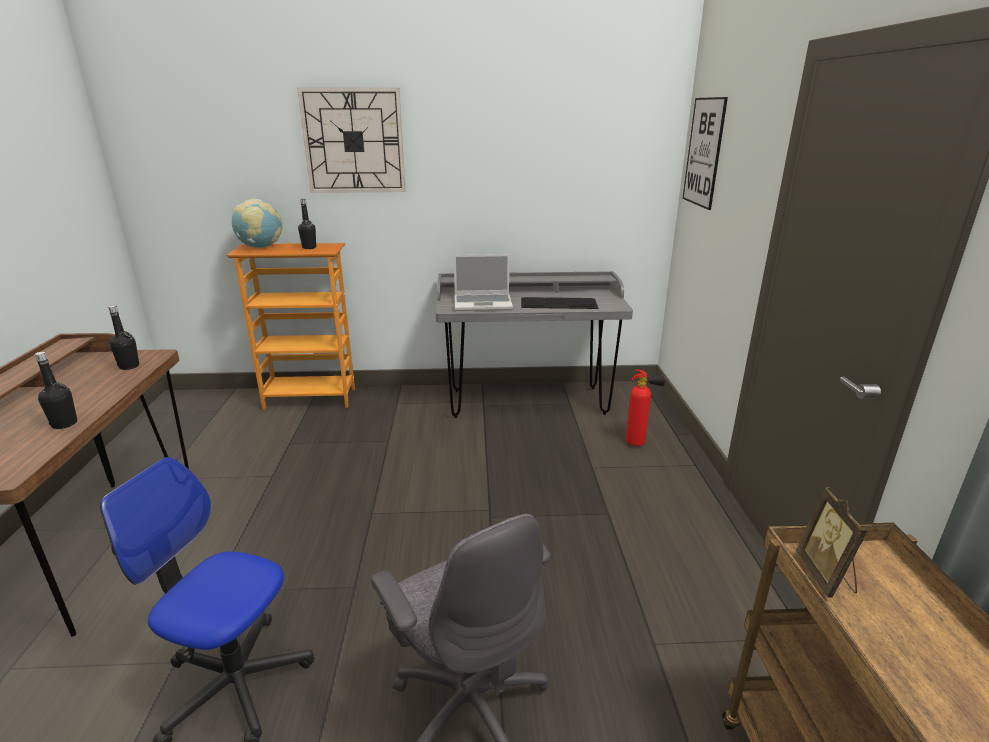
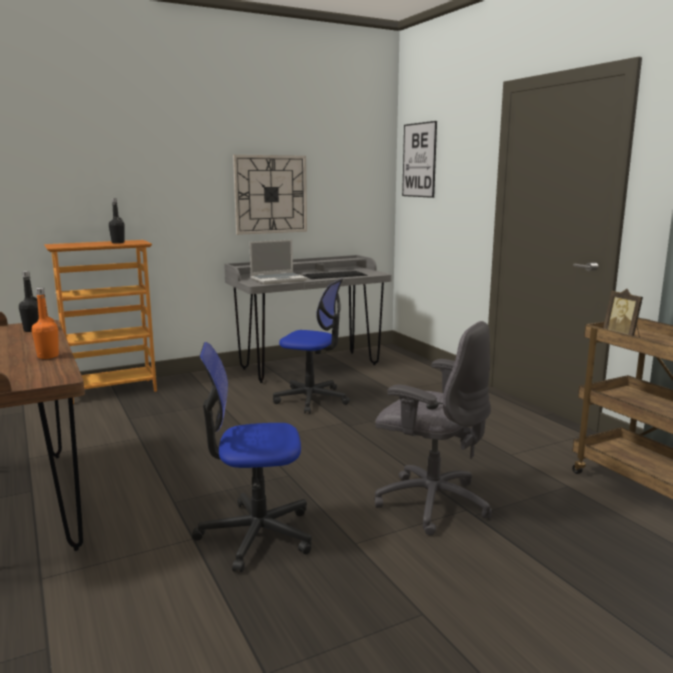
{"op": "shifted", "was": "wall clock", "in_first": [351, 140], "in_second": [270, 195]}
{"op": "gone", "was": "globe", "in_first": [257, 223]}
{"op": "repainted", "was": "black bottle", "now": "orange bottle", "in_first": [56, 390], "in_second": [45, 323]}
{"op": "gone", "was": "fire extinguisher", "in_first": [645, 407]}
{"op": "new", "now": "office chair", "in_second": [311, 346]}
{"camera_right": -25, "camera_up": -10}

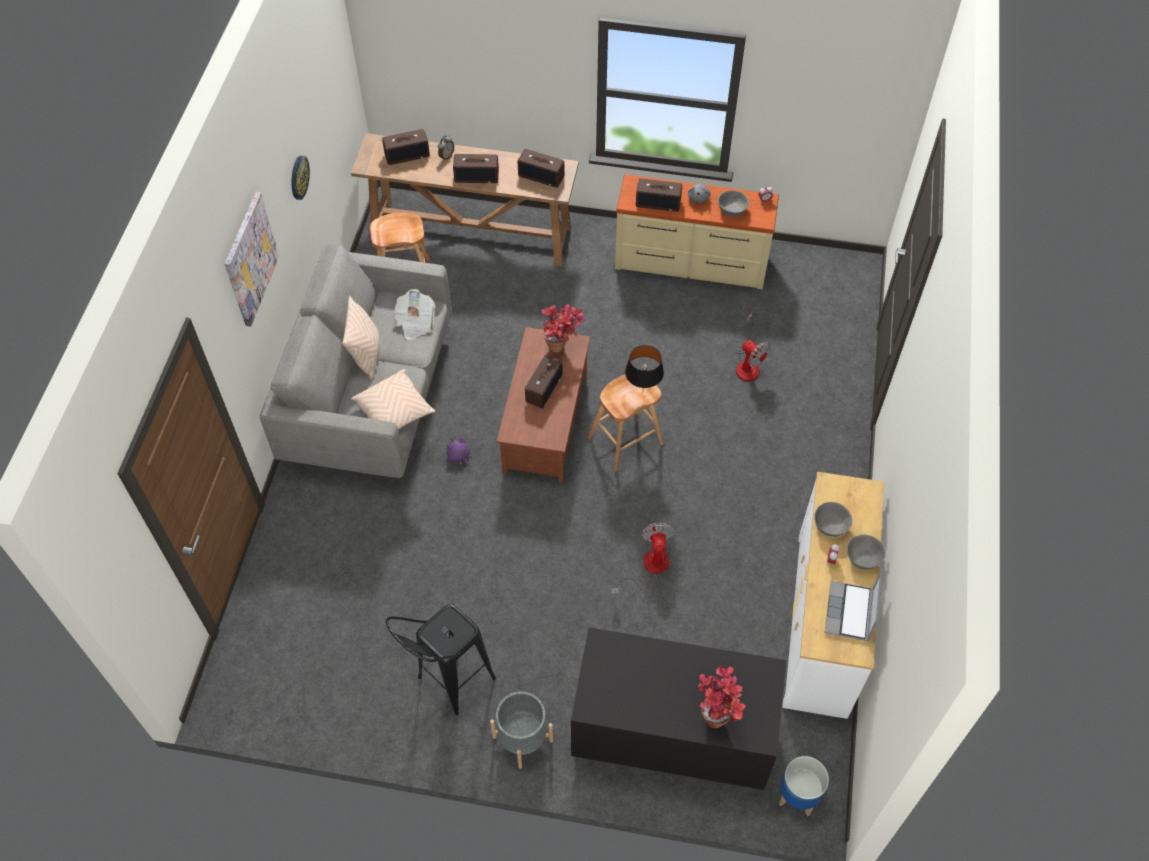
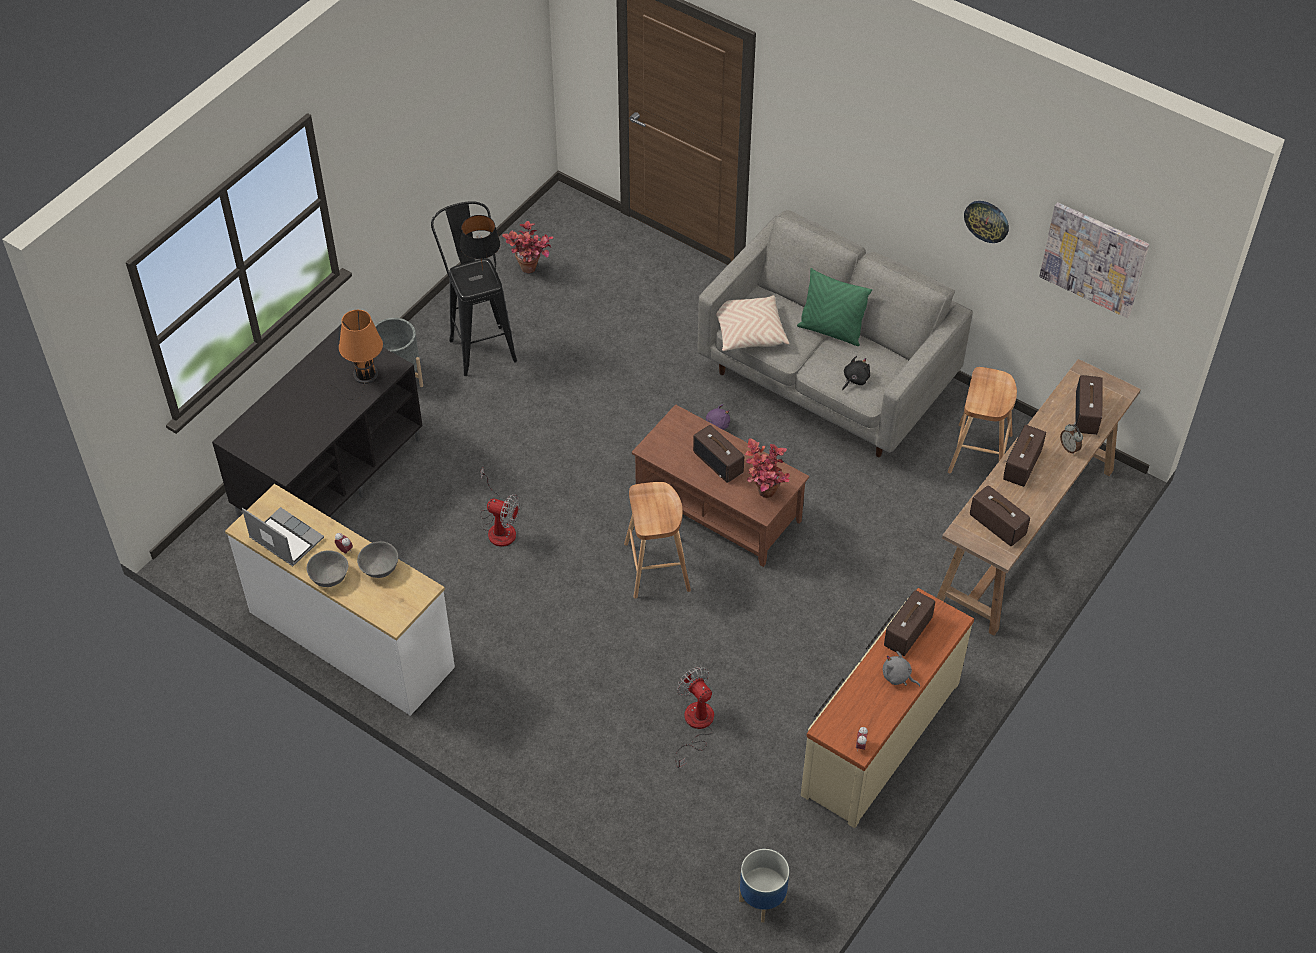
{"op": "rotated", "was": "radio", "in_first": [541, 168], "in_second": [1000, 515], "clockwise": 90}
{"op": "gone", "was": "grey bowl", "in_first": [733, 203]}
{"op": "shifted", "was": "picture", "in_first": [251, 259], "in_second": [1094, 260]}
{"op": "swapped", "was": "newspaper", "now": "black plush toy", "in_first": [414, 314], "in_second": [856, 373]}
{"op": "repainted", "was": "beige pillow", "now": "green pillow", "in_first": [361, 338], "in_second": [834, 307]}
{"op": "rotated", "was": "fan", "in_first": [752, 347], "in_second": [694, 717], "clockwise": 75}
{"op": "shifted", "was": "black table lamp", "in_first": [644, 366], "in_second": [480, 243]}
{"op": "shifted", "was": "potted plant", "in_first": [722, 696], "in_second": [528, 247]}
{"op": "shifted", "was": "planter", "in_first": [804, 786], "in_second": [764, 886]}
{"op": "new", "now": "orange table lamp", "in_second": [355, 355]}
{"camera_right": 115, "camera_up": -5}

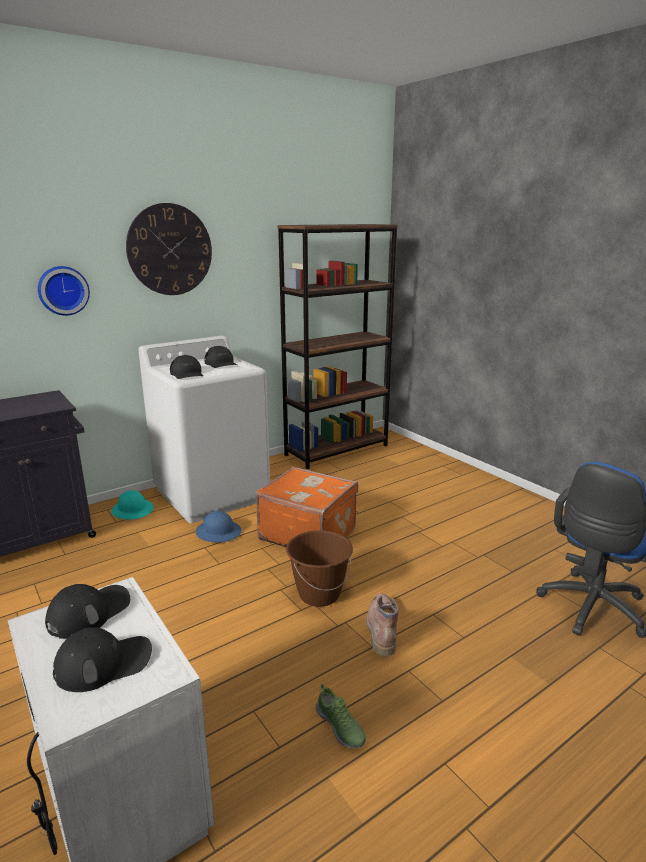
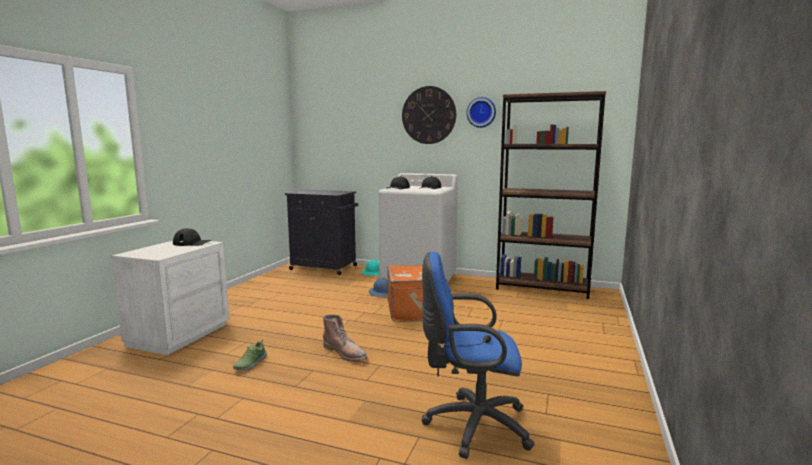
{"op": "shifted", "was": "wall clock", "in_first": [64, 291], "in_second": [481, 112]}
{"op": "gone", "was": "brown bucket", "in_first": [319, 568]}
{"op": "rotated", "was": "brown boot", "in_first": [382, 625], "in_second": [345, 338], "clockwise": 75}
{"op": "gone", "was": "black cap", "in_first": [102, 659]}
{"camera_right": 55, "camera_up": -10}

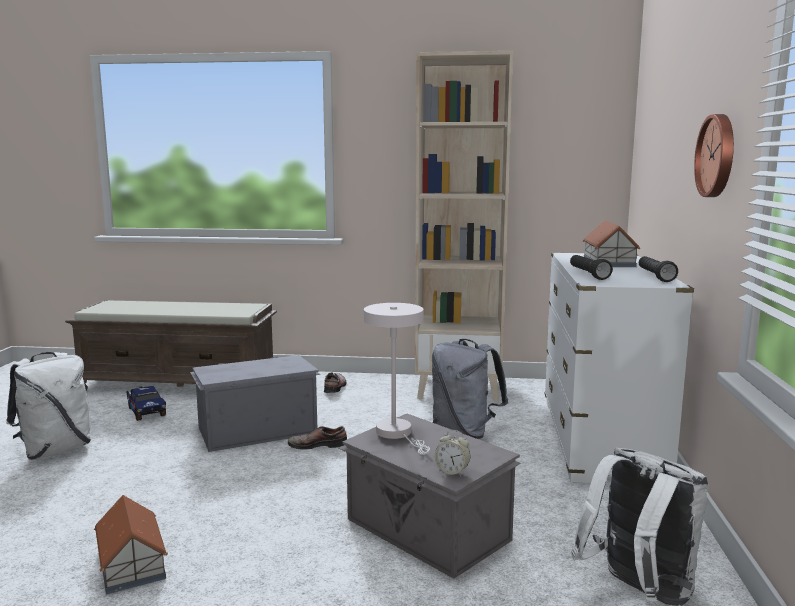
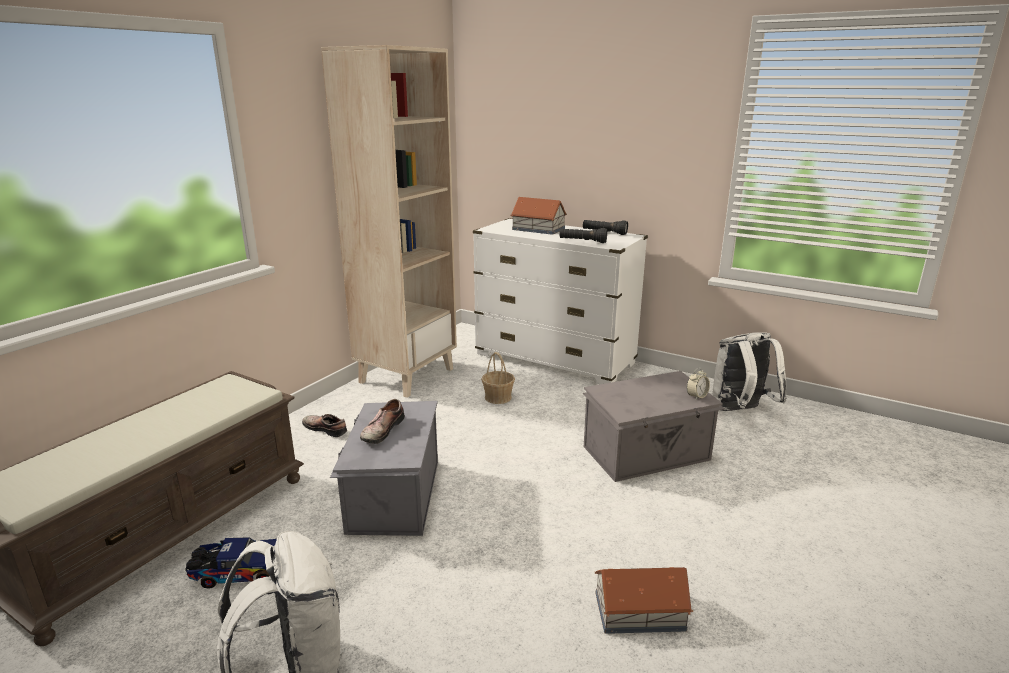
{"op": "gone", "was": "wall clock", "in_first": [714, 155]}
{"op": "gone", "was": "white table lamp", "in_first": [397, 379]}
{"op": "swapped", "was": "grey backpack", "now": "basket", "in_first": [470, 389], "in_second": [498, 378]}
{"op": "shifted", "was": "shoe", "in_first": [317, 437], "in_second": [382, 421]}
{"camera_right": -65, "camera_up": 10}

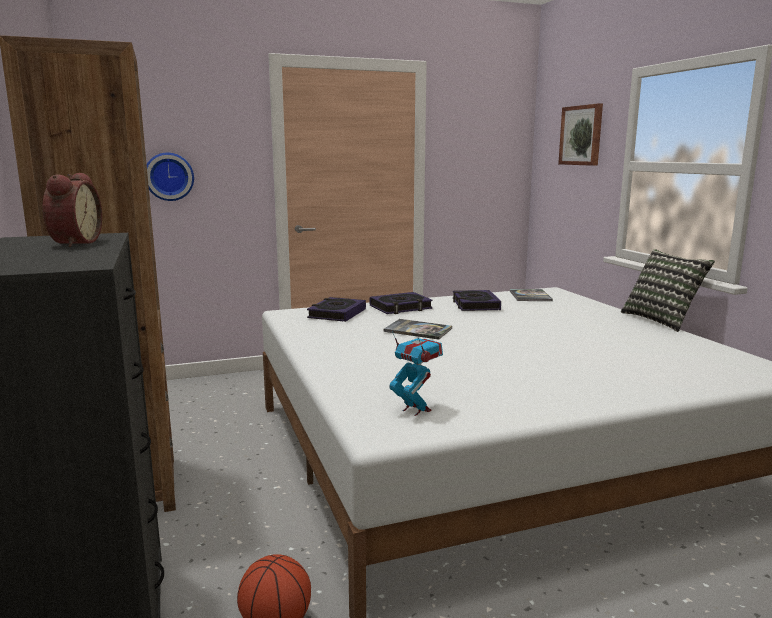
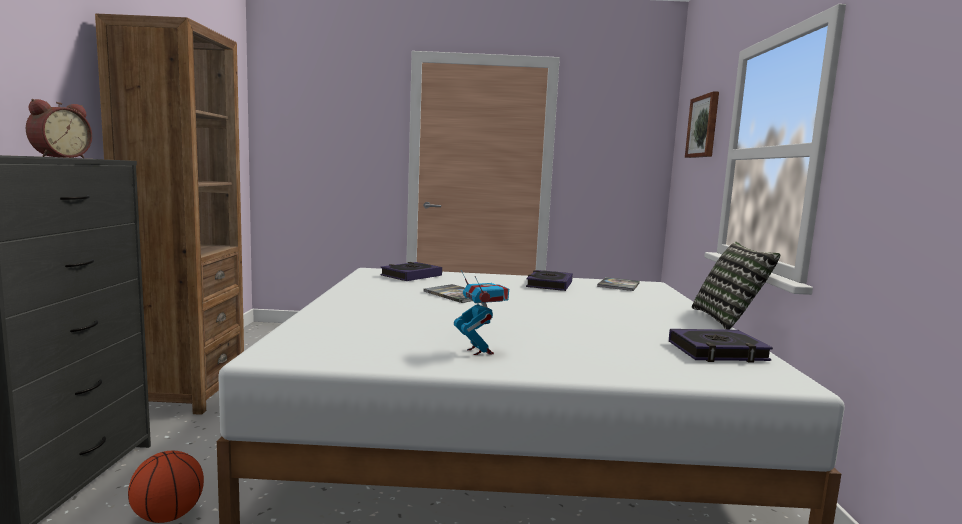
{"op": "gone", "was": "wall clock", "in_first": [170, 177]}
{"op": "shifted", "was": "book", "in_first": [401, 303], "in_second": [721, 345]}
{"op": "shifted", "was": "toy robot", "in_first": [416, 373], "in_second": [481, 312]}
{"camera_right": 20, "camera_up": -5}

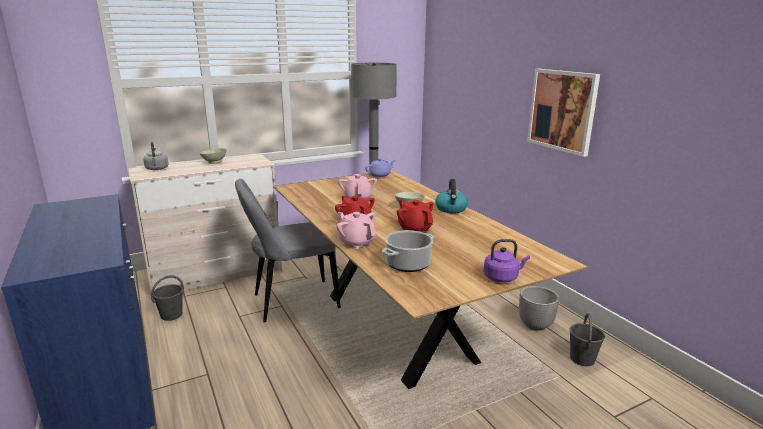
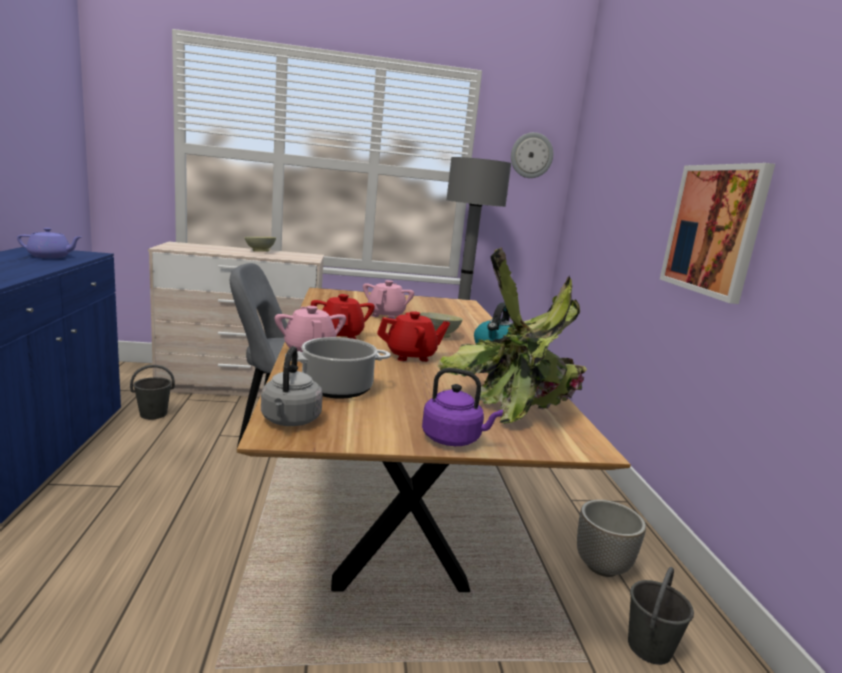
{"op": "shifted", "was": "grey kettle", "in_first": [156, 155], "in_second": [292, 386]}
{"op": "shifted", "was": "purple teapot", "in_first": [380, 167], "in_second": [49, 243]}
{"op": "rotated", "was": "red teapot", "in_first": [415, 215], "in_second": [413, 336], "clockwise": 90}
{"op": "new", "now": "wall clock", "in_second": [532, 155]}
{"op": "new", "now": "potted plant", "in_second": [512, 336]}
{"camera_right": 20, "camera_up": -5}

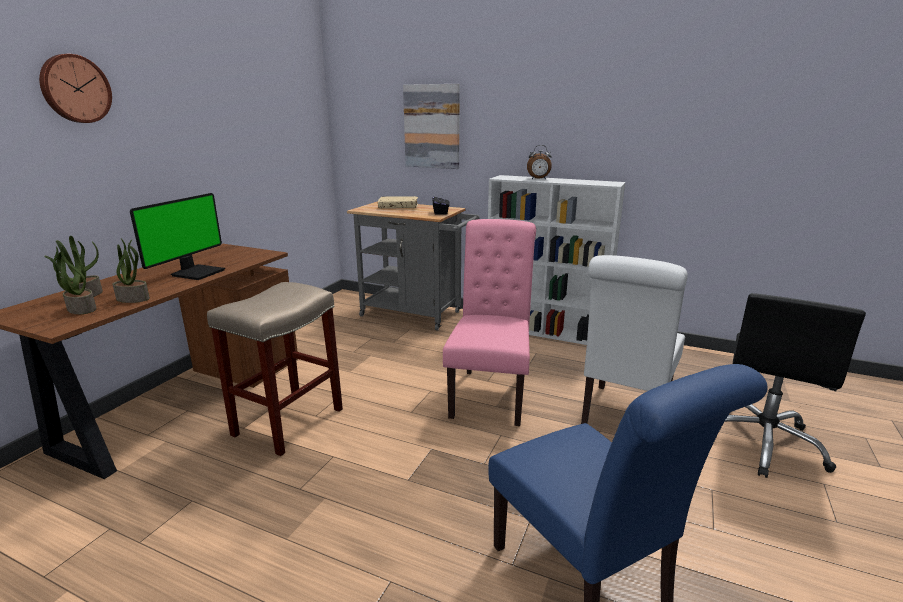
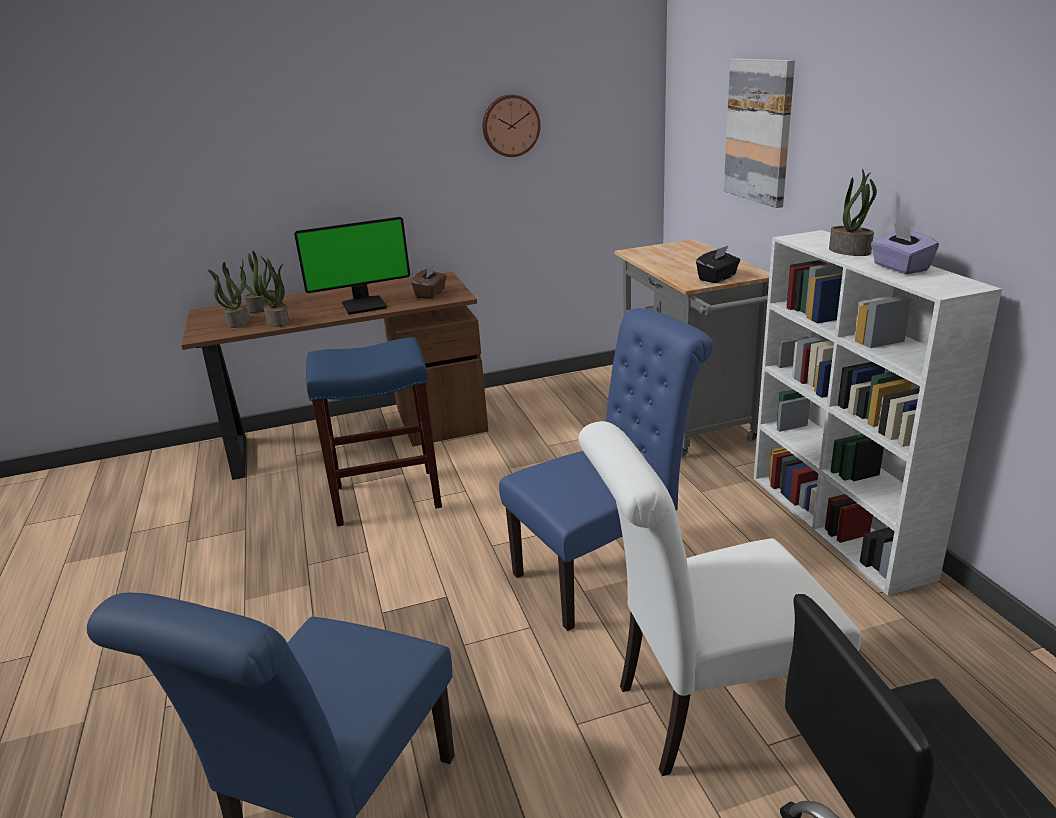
{"op": "shifted", "was": "wall clock", "in_first": [75, 88], "in_second": [511, 126]}
{"op": "swapped", "was": "alarm clock", "now": "potted plant", "in_first": [539, 162], "in_second": [853, 212]}
{"op": "gone", "was": "beige book", "in_first": [398, 202]}
{"op": "repainted", "was": "pink chair", "now": "blue chair", "in_first": [489, 322], "in_second": [606, 469]}
{"op": "repainted", "was": "beige stool", "now": "blue stool", "in_first": [275, 369], "in_second": [374, 432]}
{"op": "new", "now": "purple tissue box", "in_second": [905, 248]}
{"op": "new", "now": "brown tissue box", "in_second": [429, 281]}
{"camera_right": 50, "camera_up": 5}

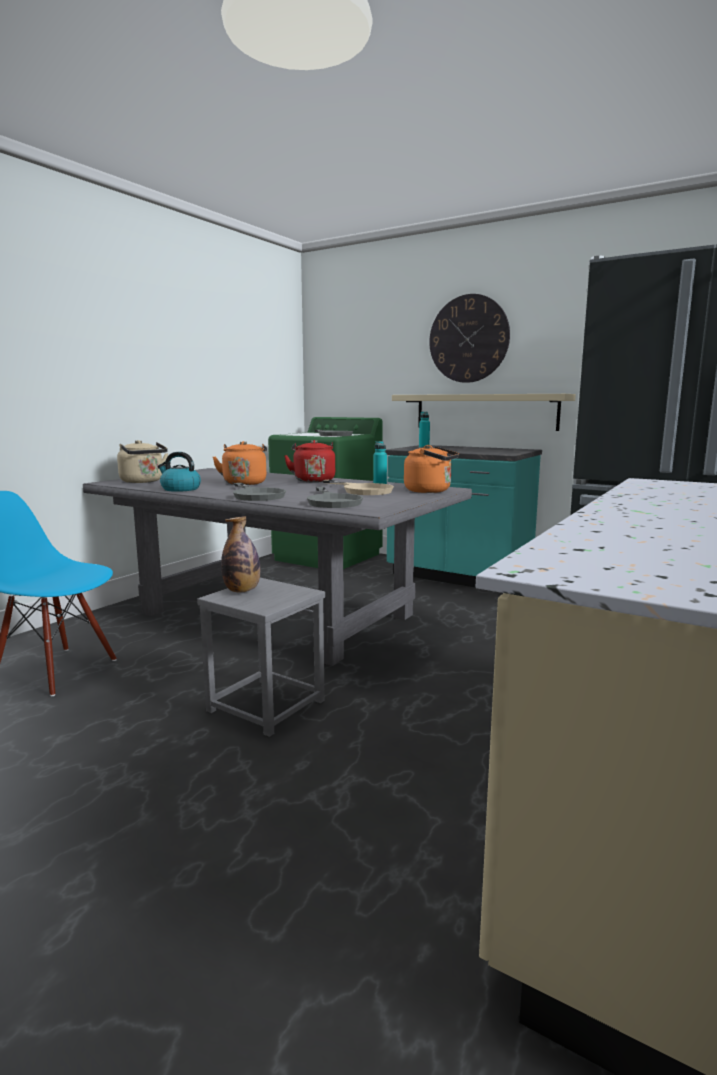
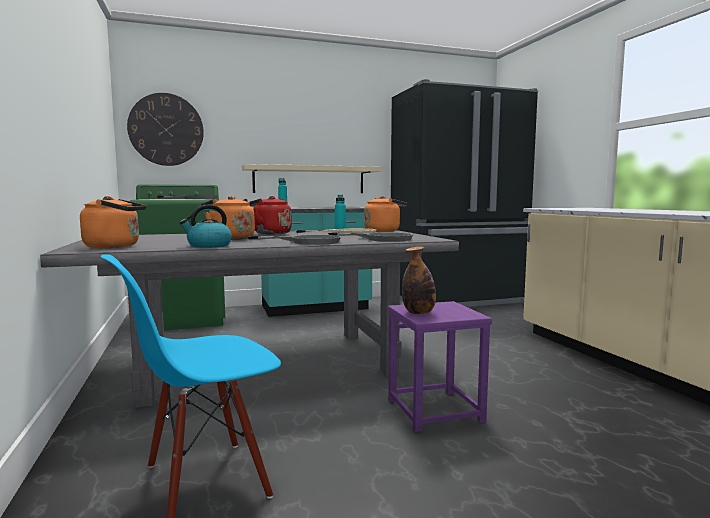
{"op": "shifted", "was": "wall clock", "in_first": [469, 338], "in_second": [165, 129]}
{"op": "repainted", "was": "beige kettle", "now": "orange kettle", "in_first": [142, 461], "in_second": [113, 222]}
{"op": "repainted", "was": "grey stool", "now": "purple stool", "in_first": [261, 657], "in_second": [440, 366]}
{"camera_right": -50, "camera_up": -5}

